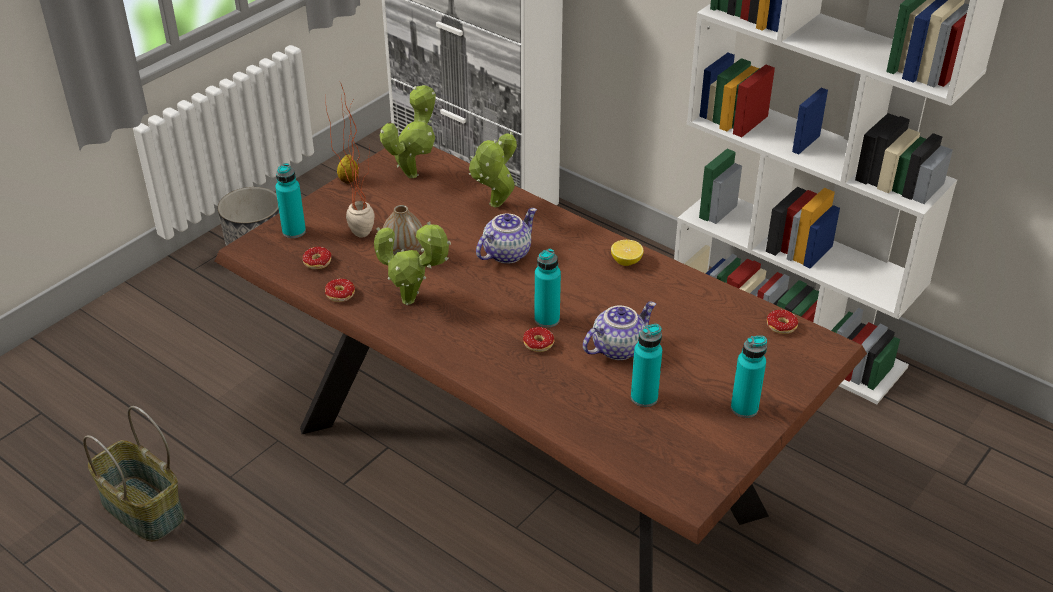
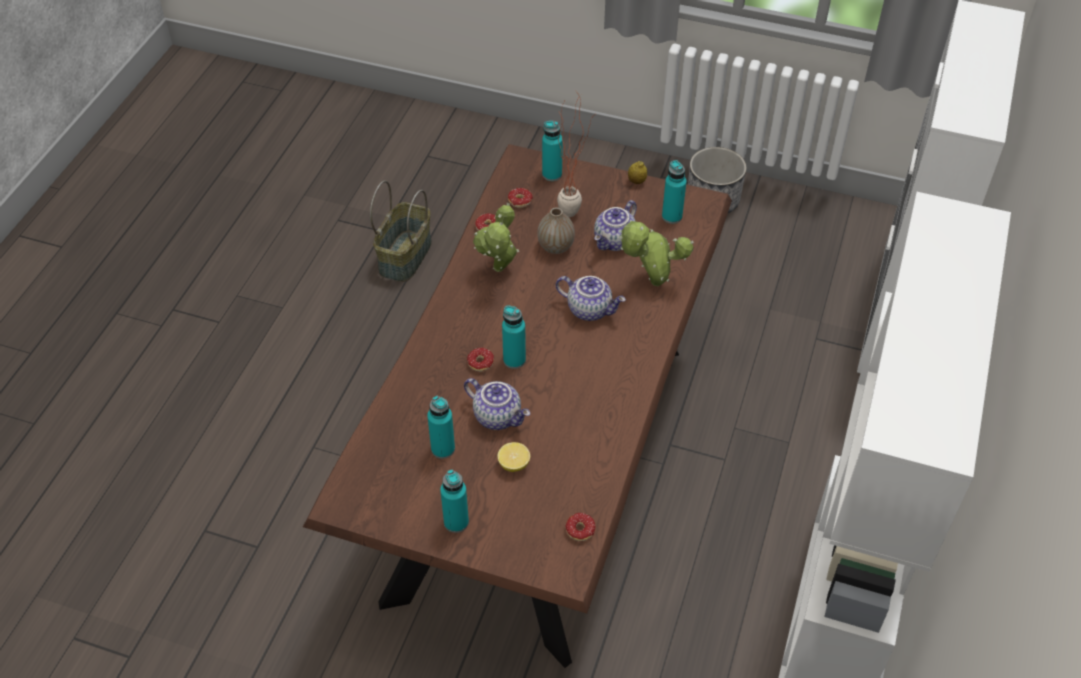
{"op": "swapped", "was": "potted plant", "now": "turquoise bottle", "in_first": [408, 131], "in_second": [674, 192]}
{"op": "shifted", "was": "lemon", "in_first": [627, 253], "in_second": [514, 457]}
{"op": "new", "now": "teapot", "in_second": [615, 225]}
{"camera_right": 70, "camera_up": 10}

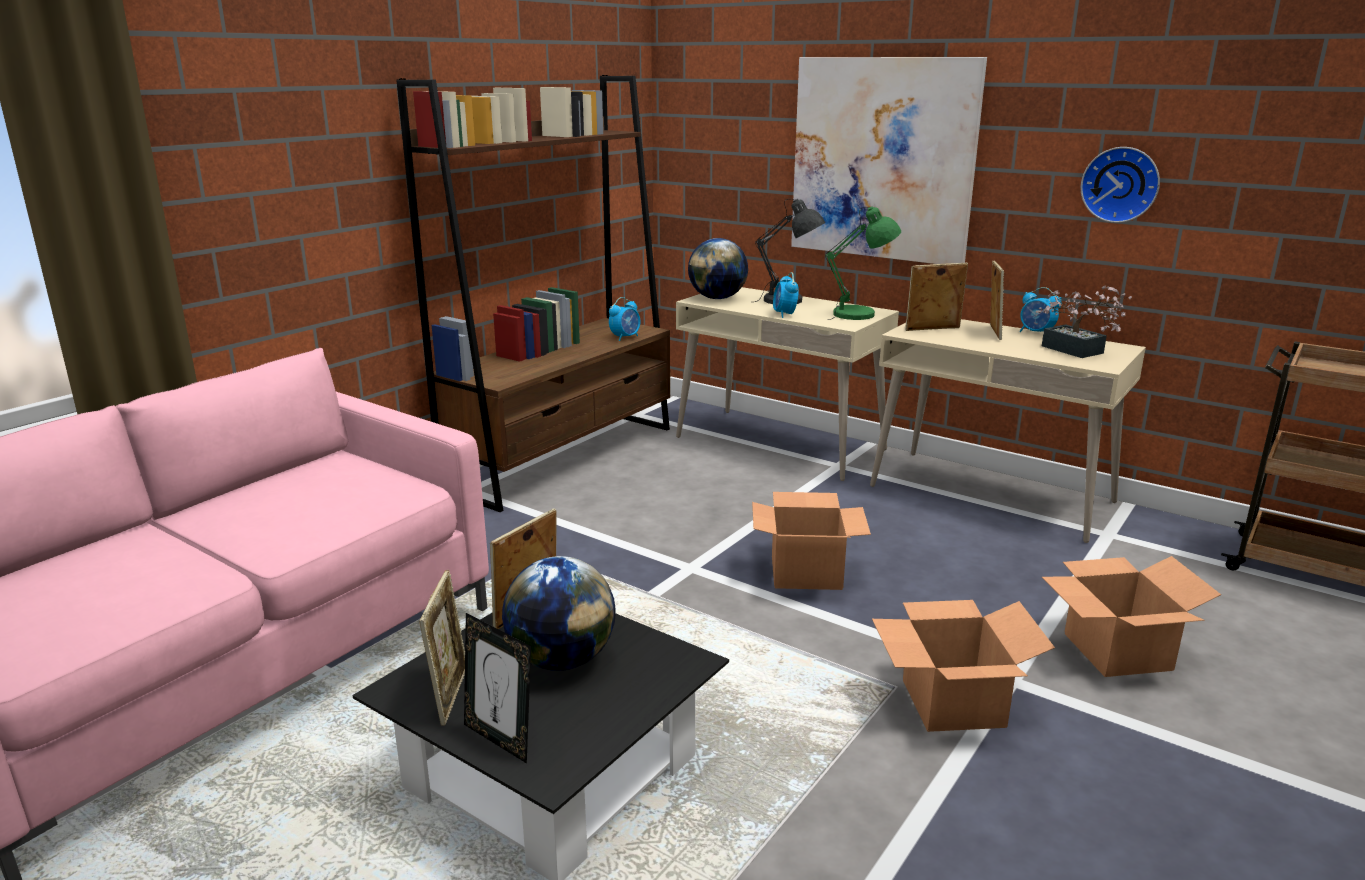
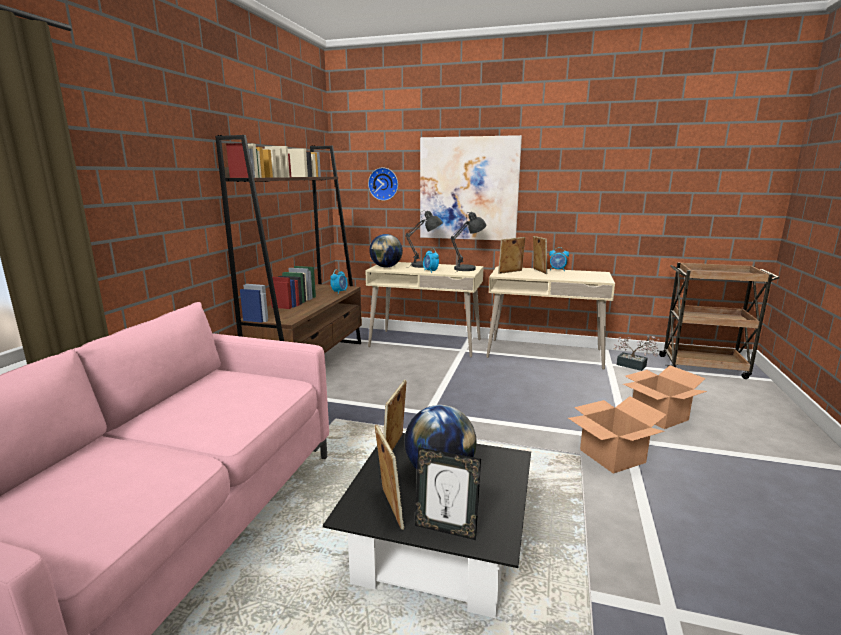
{"op": "shifted", "was": "wall clock", "in_first": [1120, 185], "in_second": [383, 184]}
{"op": "repainted", "was": "green table lamp", "now": "grey table lamp", "in_first": [863, 263], "in_second": [468, 241]}
{"op": "shifted", "was": "potted plant", "in_first": [1084, 322], "in_second": [636, 353]}
{"op": "gone", "was": "cardboard box", "in_first": [811, 541]}
{"camera_right": -20, "camera_up": -5}

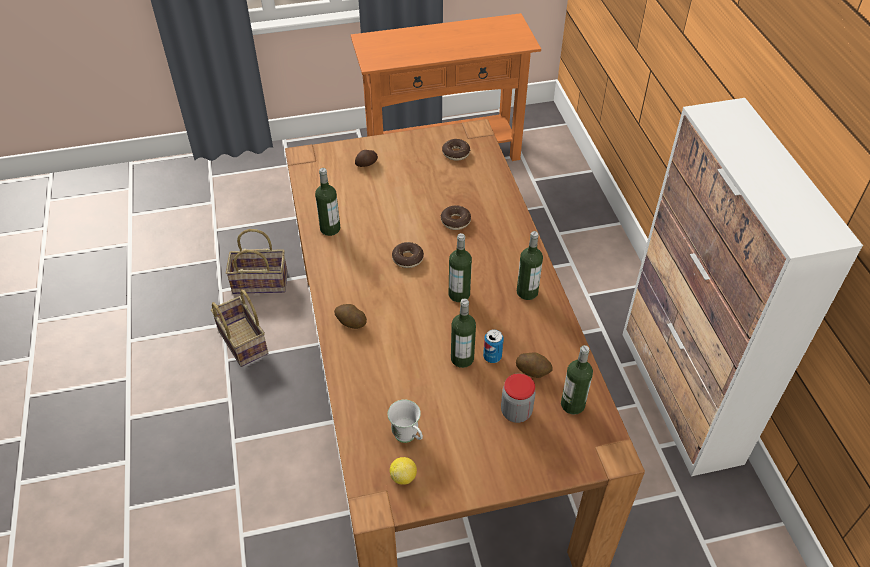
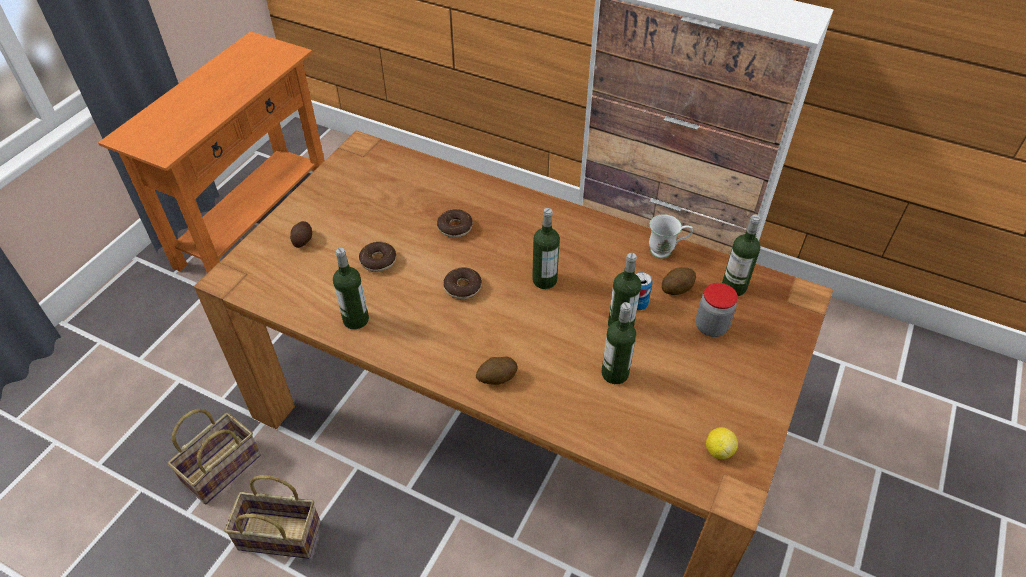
{"op": "shifted", "was": "donut", "in_first": [456, 150], "in_second": [377, 257]}
{"op": "shifted", "was": "bottle", "in_first": [530, 265], "in_second": [618, 343]}
{"op": "shifted", "was": "white mug", "in_first": [405, 421], "in_second": [671, 236]}
{"camera_right": -50, "camera_up": 0}

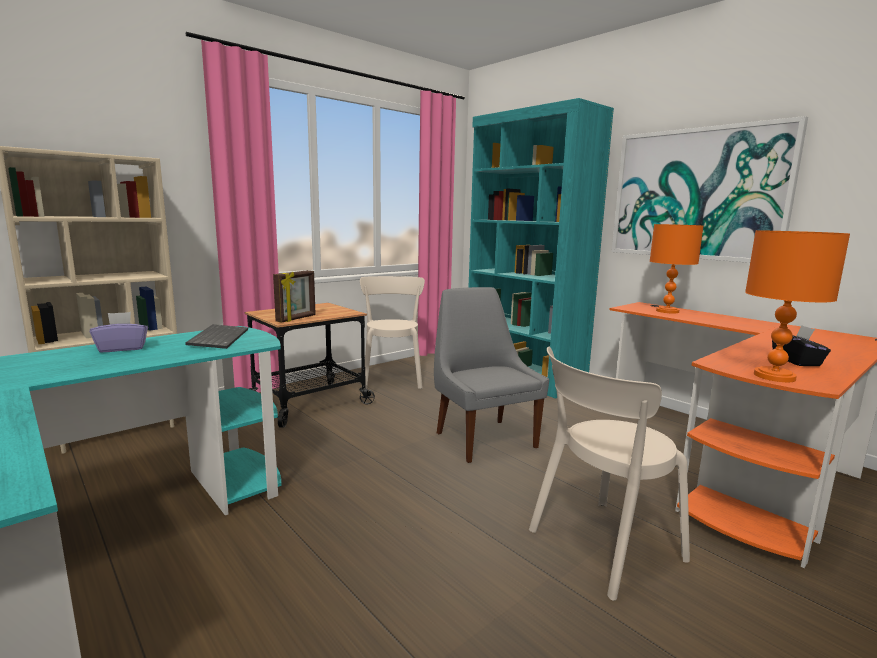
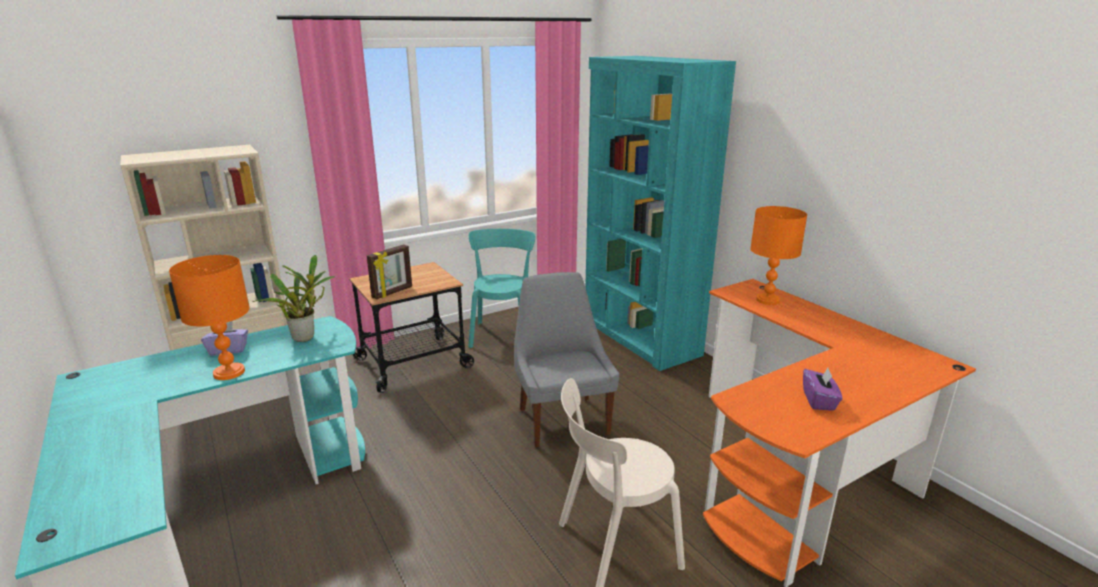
{"op": "gone", "was": "picture", "in_first": [710, 189]}
{"op": "shifted", "was": "orange table lamp", "in_first": [797, 306], "in_second": [209, 317]}
{"op": "repainted", "was": "beige chair", "now": "turquoise chair", "in_first": [392, 332], "in_second": [501, 288]}
{"op": "swapped", "was": "keyboard", "now": "potted plant", "in_first": [216, 336], "in_second": [294, 298]}
{"op": "repainted", "was": "black tissue box", "now": "purple tissue box", "in_first": [801, 345], "in_second": [822, 389]}
{"camera_right": 10, "camera_up": 10}

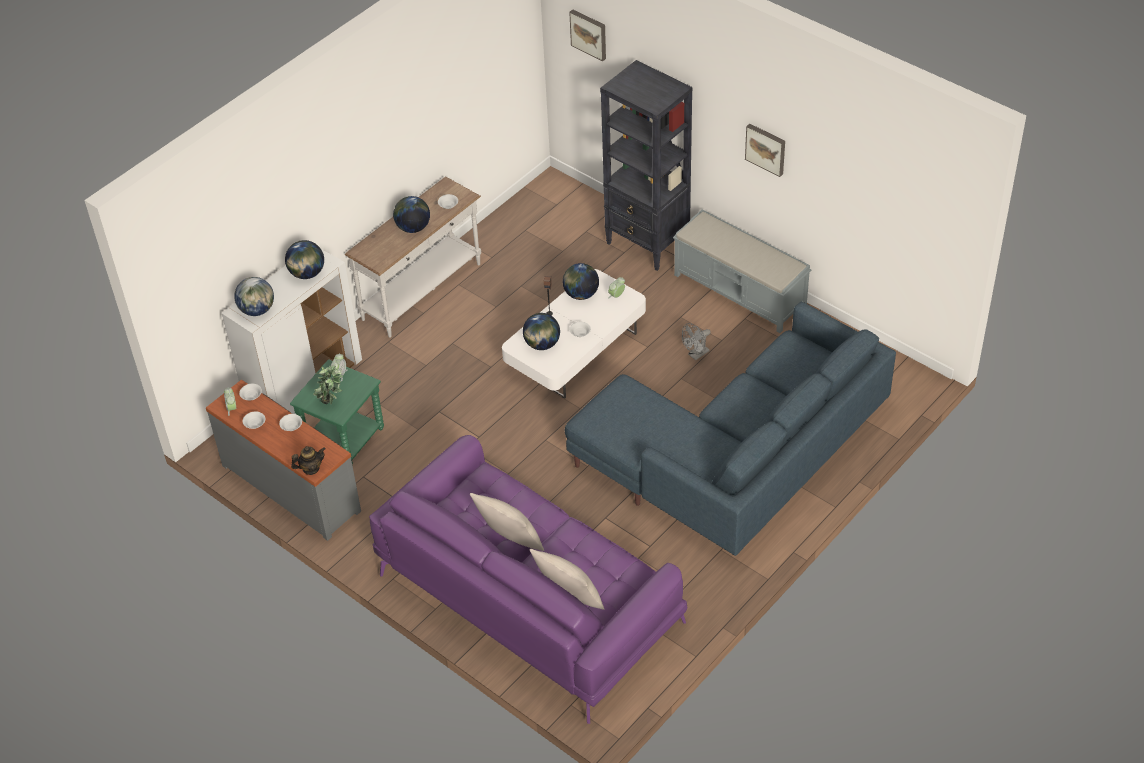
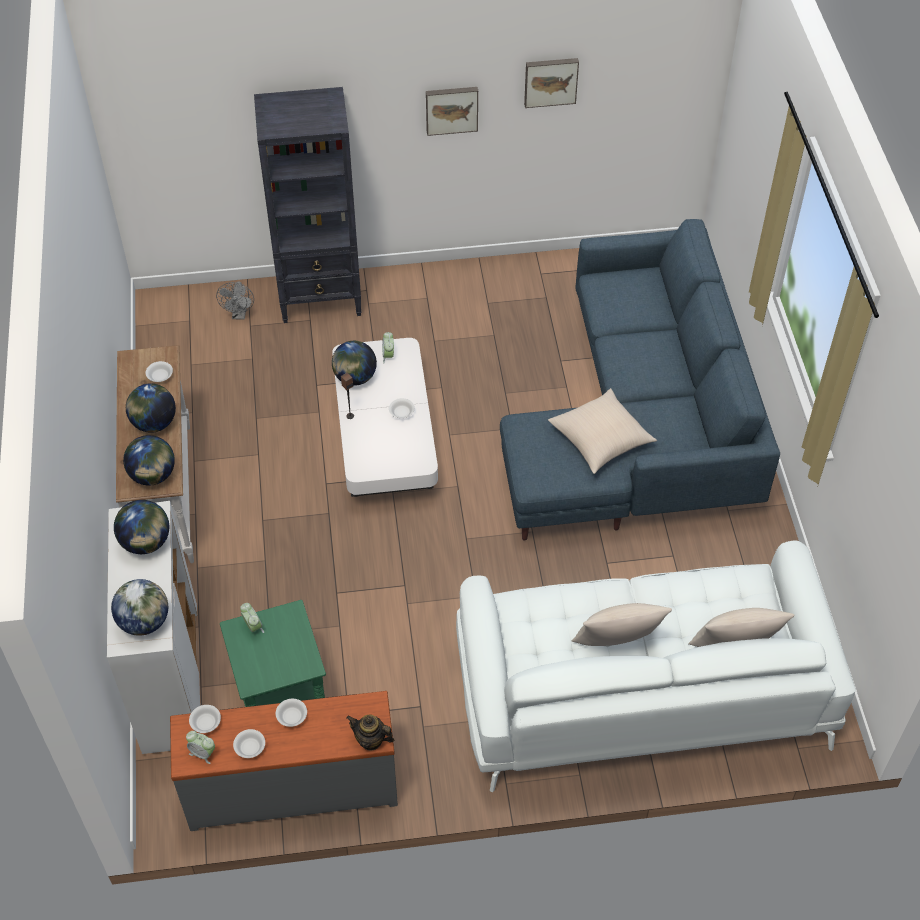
{"op": "shifted", "was": "picture", "in_first": [587, 35], "in_second": [551, 83]}
{"op": "gone", "was": "grey bench", "in_first": [742, 271]}
{"op": "shifted", "was": "globe", "in_first": [541, 331], "in_second": [149, 460]}
{"op": "shifted", "was": "grey fan", "in_first": [696, 341], "in_second": [235, 300]}
{"op": "gone", "was": "potted plant", "in_first": [328, 384]}
{"op": "repainted", "was": "purple sofa", "now": "white sofa", "in_first": [528, 579], "in_second": [656, 666]}
{"op": "rotated", "was": "teapot", "in_first": [308, 460], "in_second": [370, 733], "clockwise": -90}
{"op": "new", "now": "beige pillow", "in_second": [602, 431]}
{"camera_right": -50, "camera_up": 5}

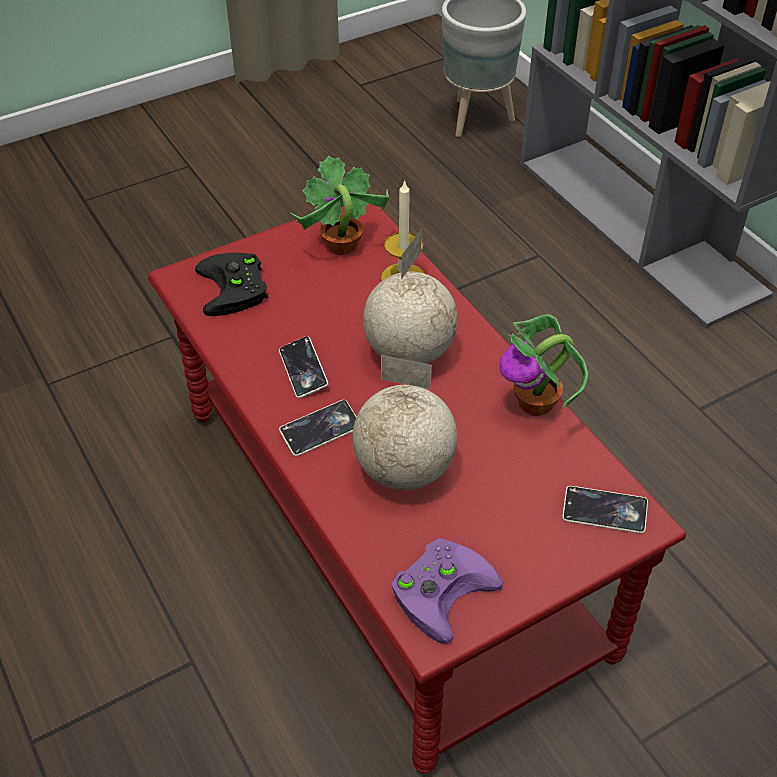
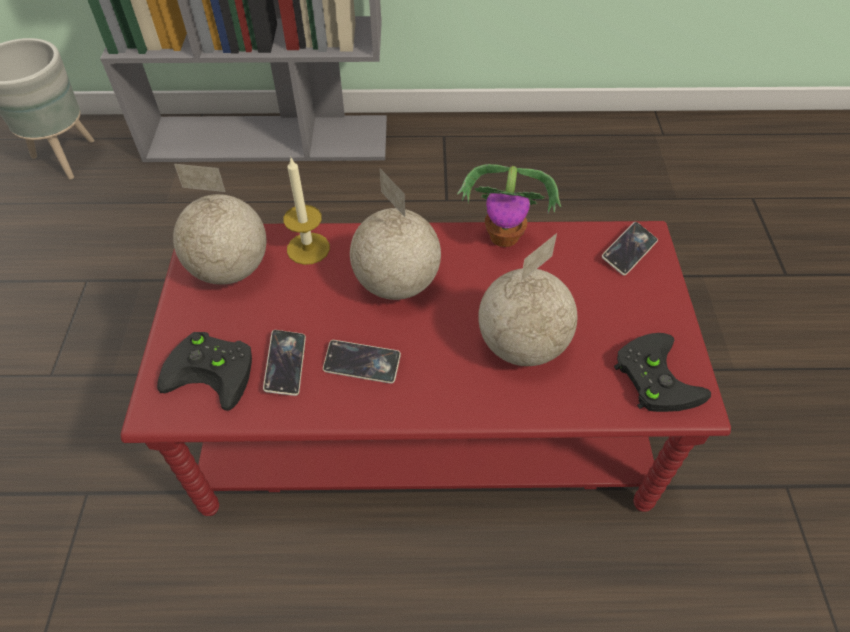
{"op": "swapped", "was": "potted plant", "now": "globe", "in_first": [340, 205], "in_second": [219, 224]}
{"op": "shifted", "was": "phone", "in_first": [317, 428], "in_second": [284, 363]}
{"op": "repainted", "was": "purple game controller", "now": "black game controller", "in_first": [447, 590], "in_second": [662, 372]}
{"camera_right": -60, "camera_up": 5}

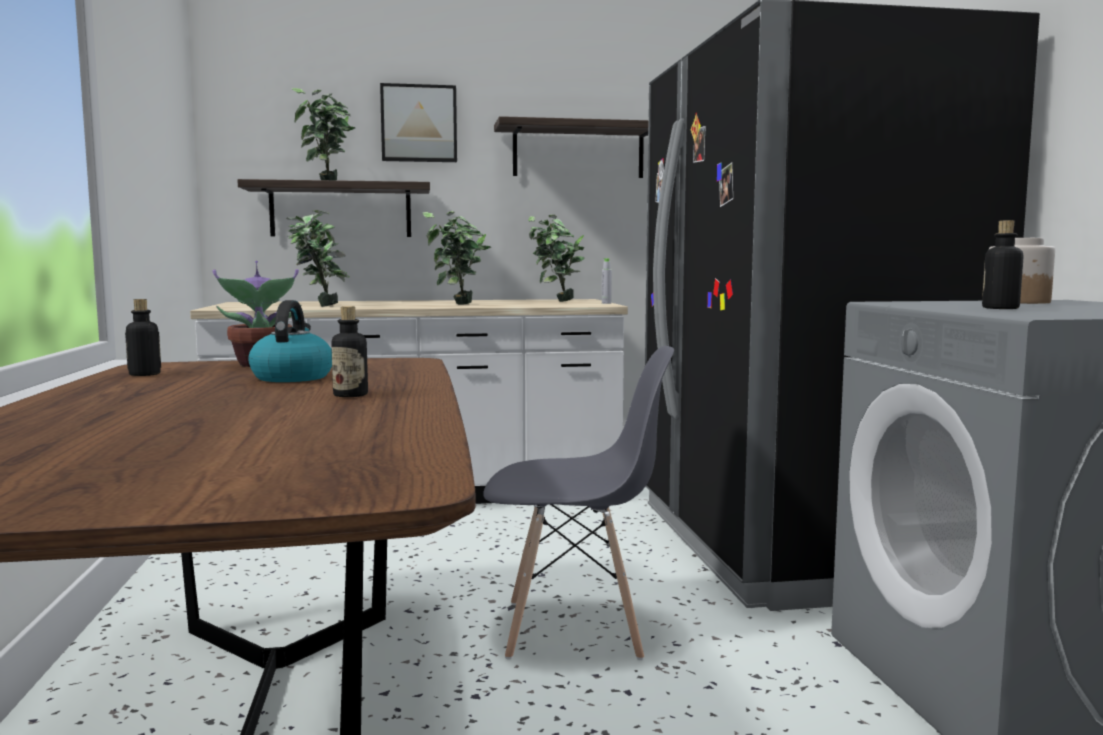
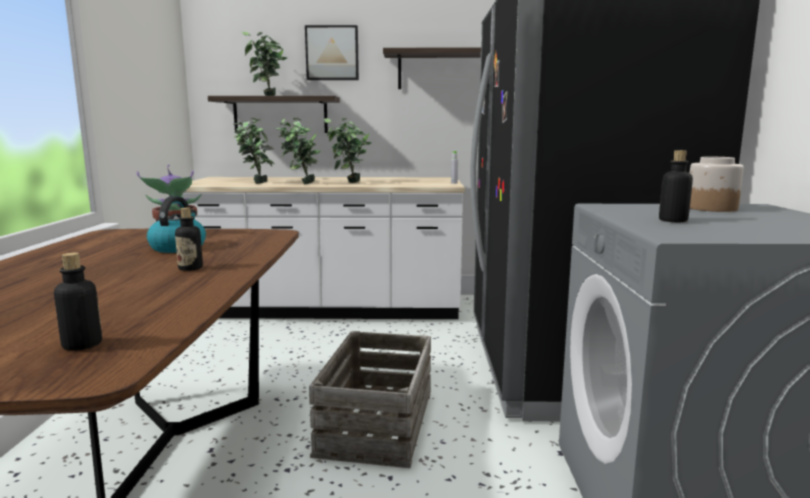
{"op": "shifted", "was": "potted plant", "in_first": [556, 258], "in_second": [298, 151]}
{"op": "shifted", "was": "bottle", "in_first": [143, 337], "in_second": [78, 302]}
{"op": "swapped", "was": "grey chair", "now": "crate", "in_first": [578, 503], "in_second": [370, 399]}
{"camera_right": 10, "camera_up": 5}

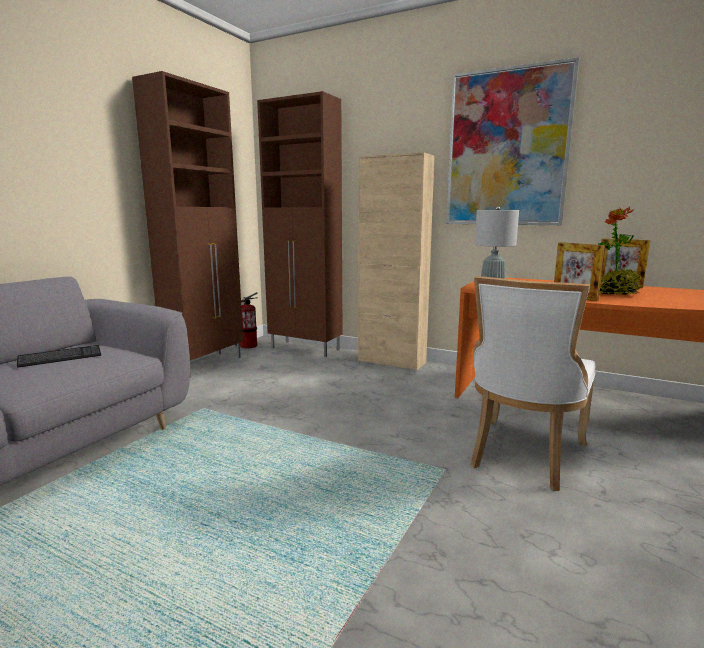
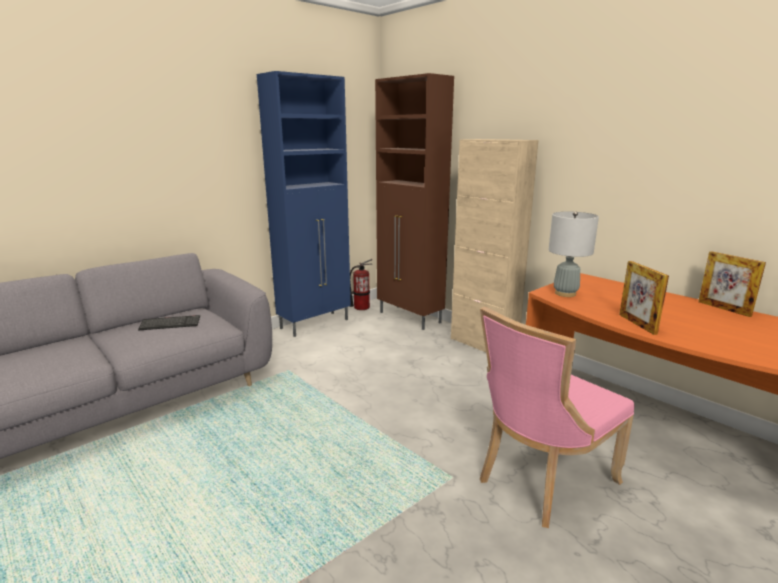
{"op": "gone", "was": "picture", "in_first": [513, 141]}
{"op": "repainted", "was": "brown cabinet", "now": "blue cabinet", "in_first": [187, 224], "in_second": [304, 204]}
{"op": "gone", "was": "potted plant", "in_first": [620, 251]}
{"op": "repainted", "was": "white chair", "now": "pink chair", "in_first": [532, 383], "in_second": [557, 417]}
{"camera_right": 20, "camera_up": 5}

